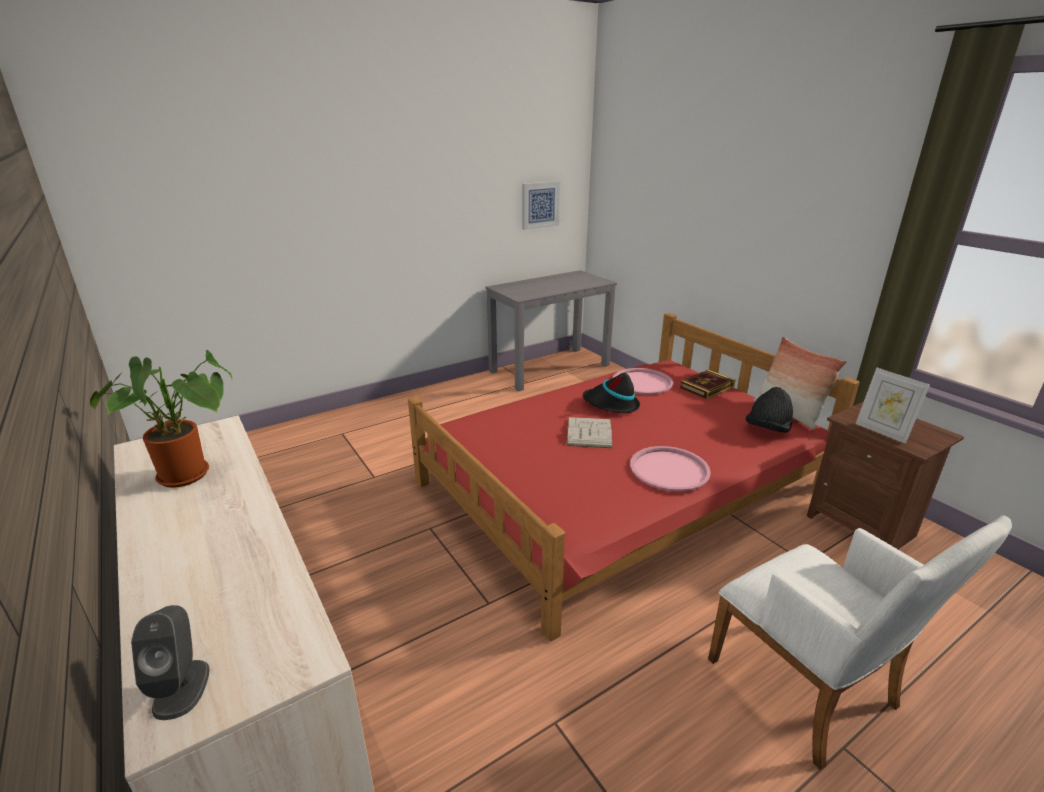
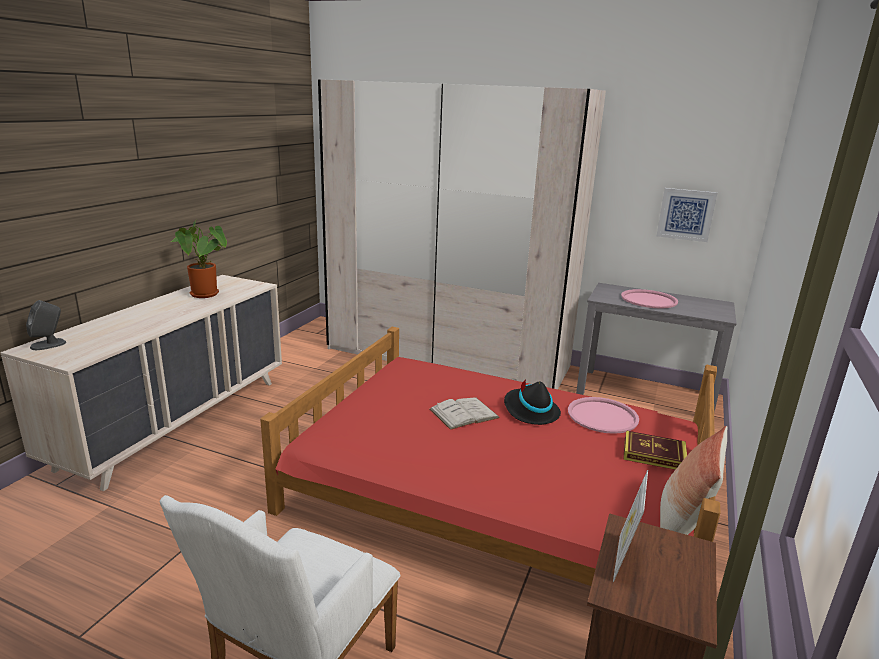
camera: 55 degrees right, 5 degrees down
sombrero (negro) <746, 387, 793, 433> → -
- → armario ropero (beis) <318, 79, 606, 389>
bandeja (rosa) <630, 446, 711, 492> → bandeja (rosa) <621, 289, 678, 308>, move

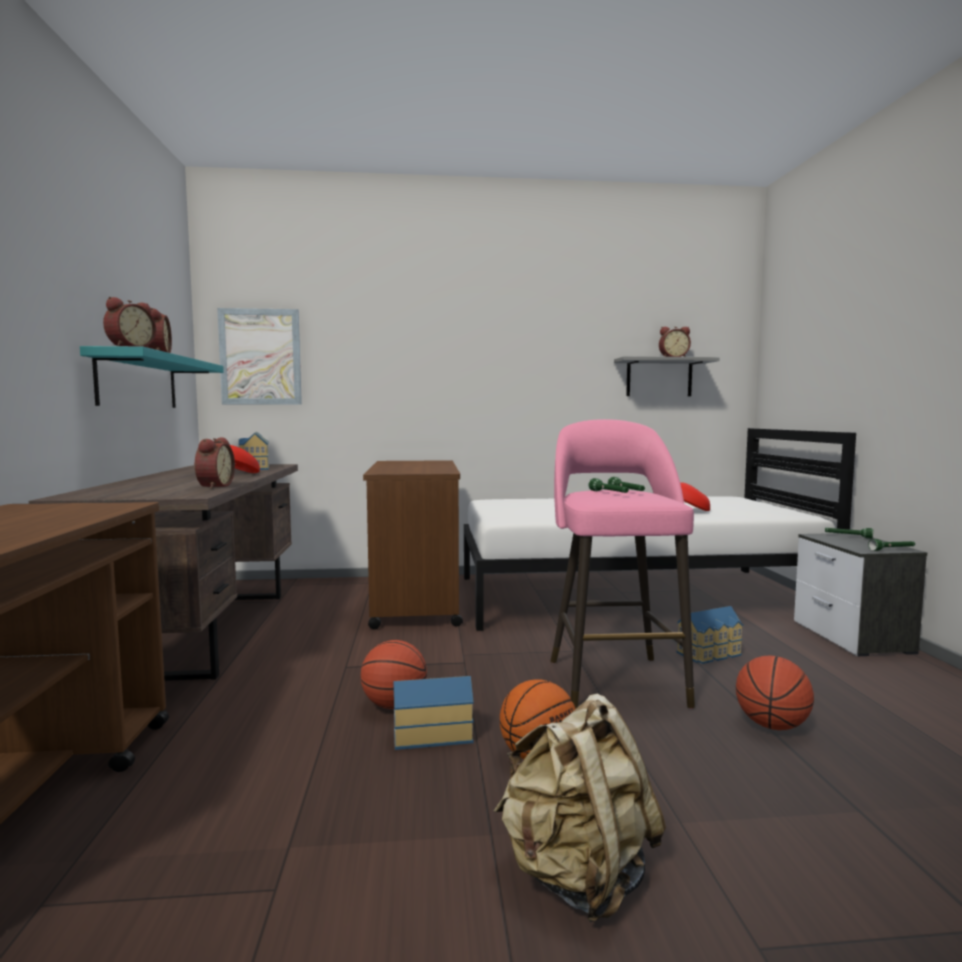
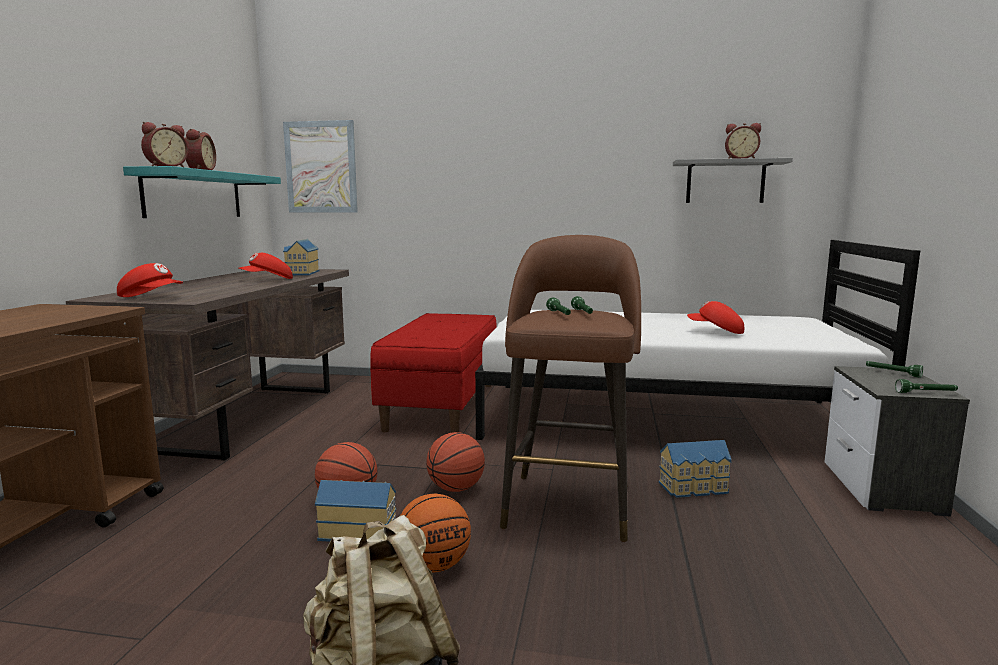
camera: 15 degrees right, 5 degrees up
despertador <194, 437, 235, 489> → -
- → gorra (rojo) <117, 263, 183, 297>
balón de baloncesto <736, 655, 814, 730> → balón de baloncesto <426, 432, 485, 492>, move
carrito (marrón) <363, 460, 463, 629> → banco (rojo) <370, 313, 497, 433>
taburete (rosa) <550, 419, 695, 709> → taburete (marrón) <500, 235, 641, 542>

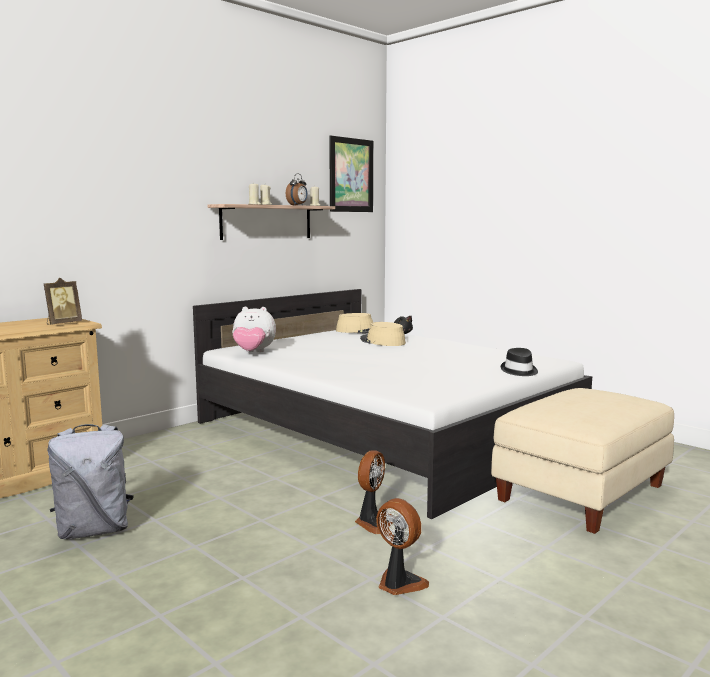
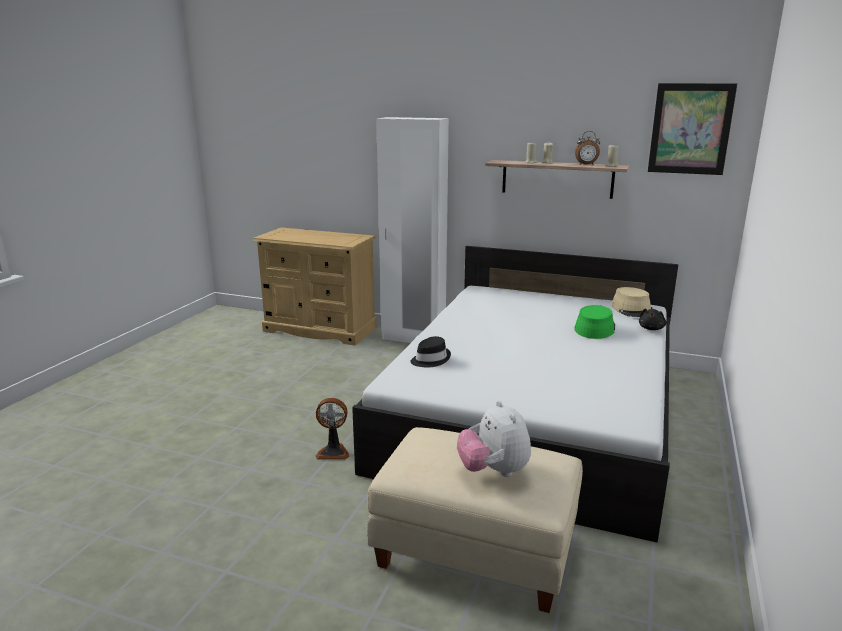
camera: 65 degrees right, 10 degrees up
portarretratos <44, 278, 82, 325> → -
mochila (gris) <47, 424, 134, 539> → -
ventilador <376, 498, 429, 595> → -
- → armario ropero (blanco) <376, 117, 449, 343>
peluche <232, 307, 276, 352> → peluche <457, 401, 531, 477>, move
sombrero (negro) <501, 348, 538, 376> → sombrero (negro) <410, 336, 451, 367>, move
sombrero (beis) <360, 322, 406, 346> → sombrero (verde) <575, 305, 615, 339>

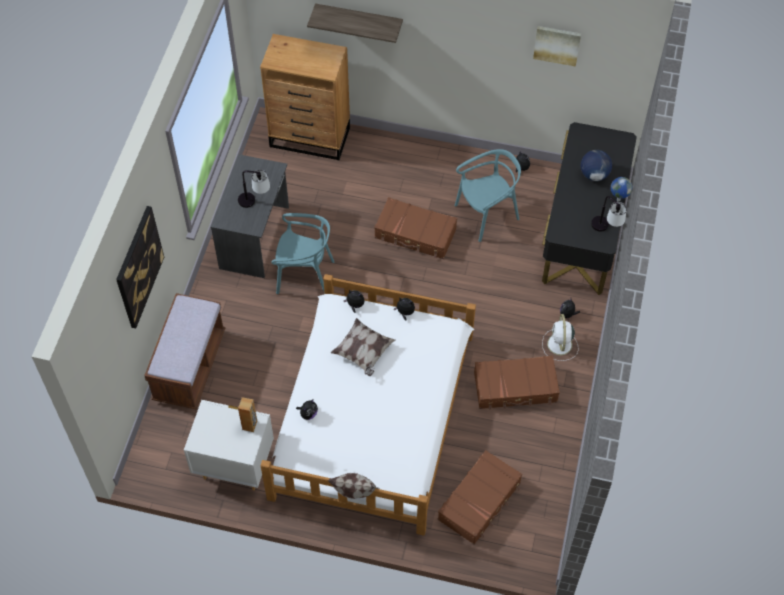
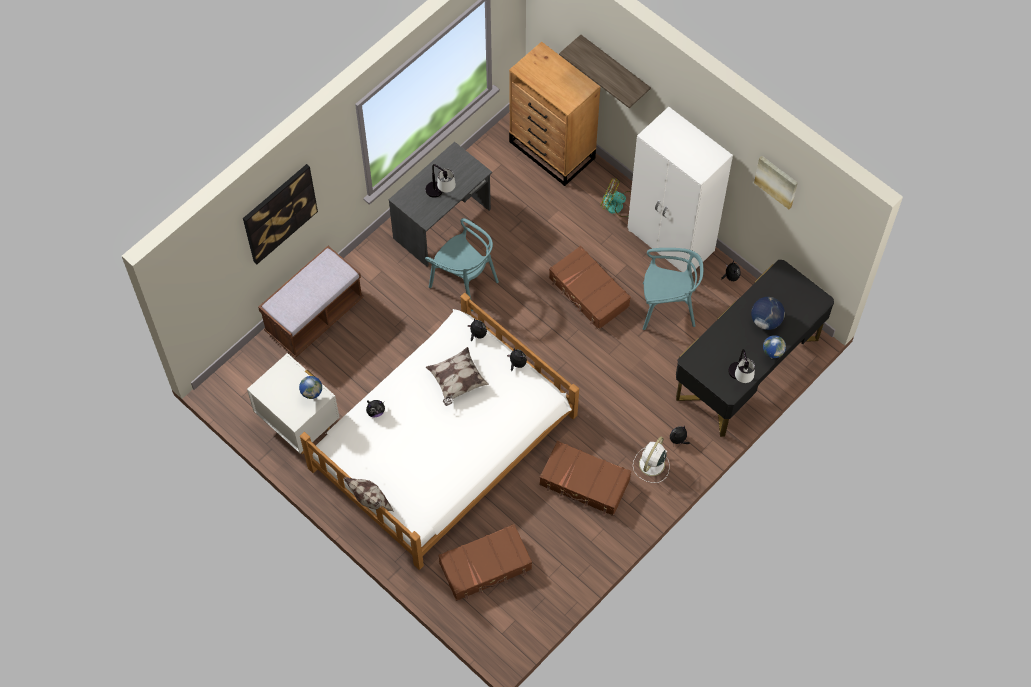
camera: 30 degrees right, 5 degrees up
- → ventilador <600, 178, 631, 217>
- → armario ropero (blanco) <627, 107, 733, 272>
altavoz (marrón) <238, 397, 257, 432> → globo terráqueo <299, 376, 322, 399>

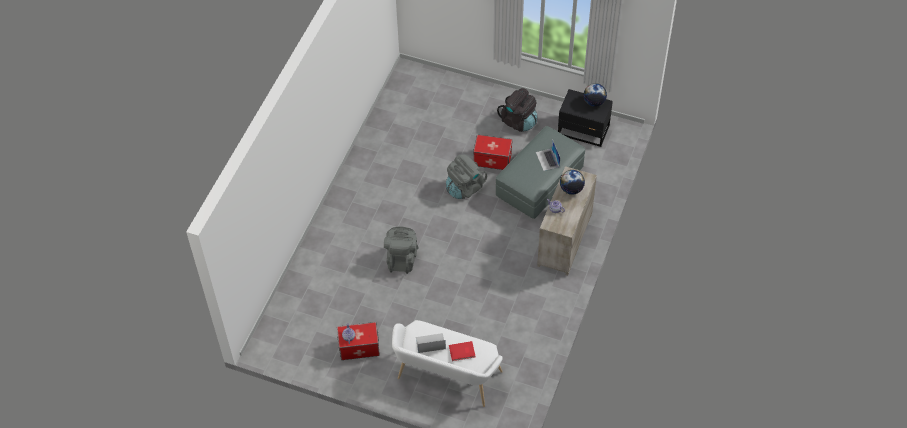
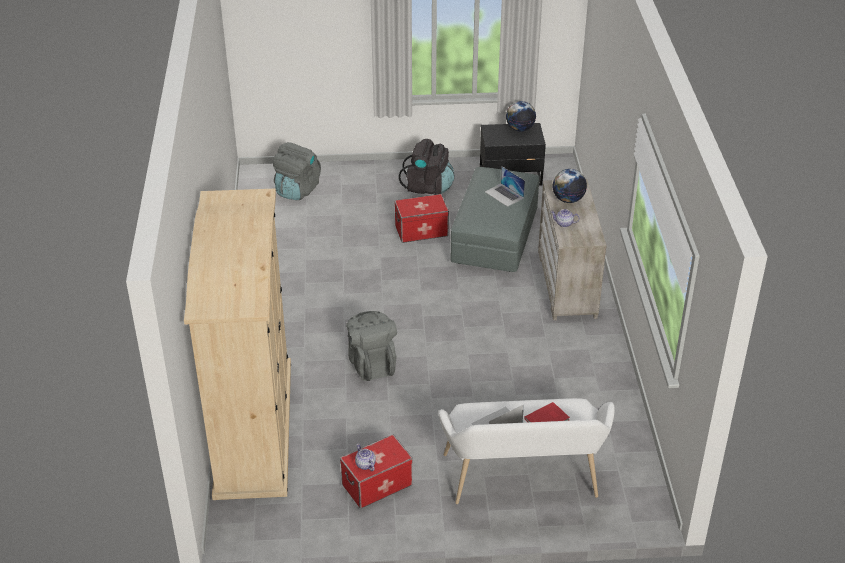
camera: 25 degrees left, 15 degrees down
- → armario ropero (beis) <184, 189, 291, 500>
mochila (gris) <446, 155, 487, 199> → mochila (gris) <273, 142, 321, 200>, move

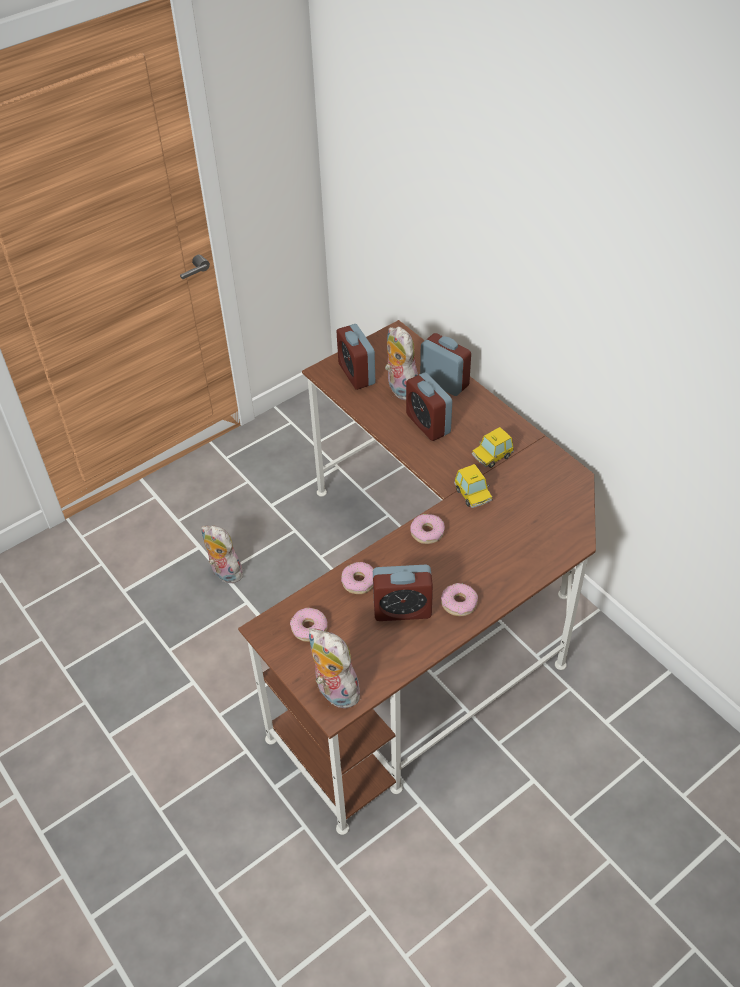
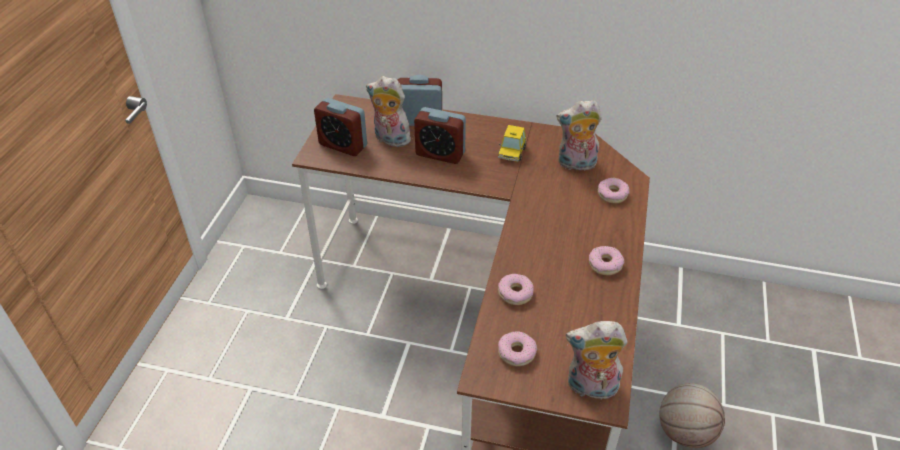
camera: 40 degrees left, 5 degrees down
despertador <373, 565, 433, 621> → -
coche de juguete <454, 464, 492, 508> → -
- → balón de baloncesto <659, 383, 725, 448>
peluche <201, 526, 244, 583> → peluche <557, 100, 602, 173>, move
rosquilla <411, 514, 445, 544> → rosquilla <597, 178, 630, 203>, move

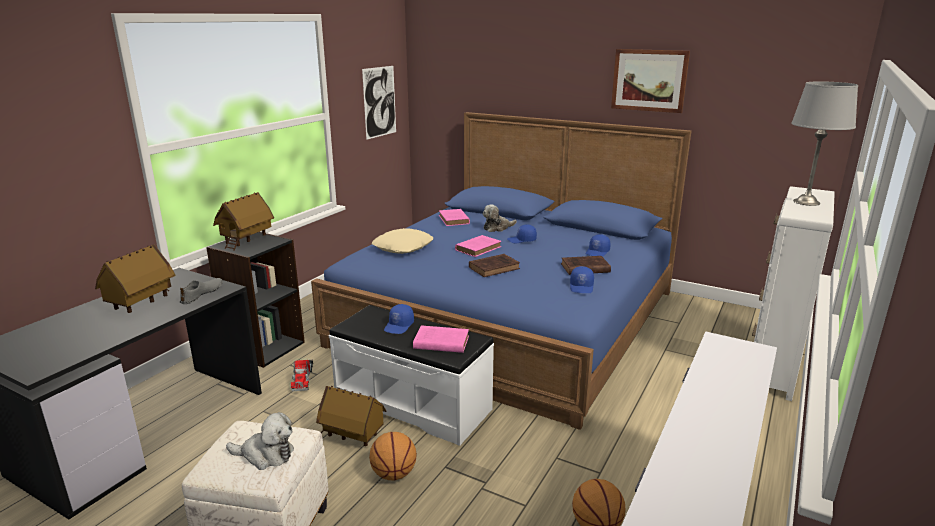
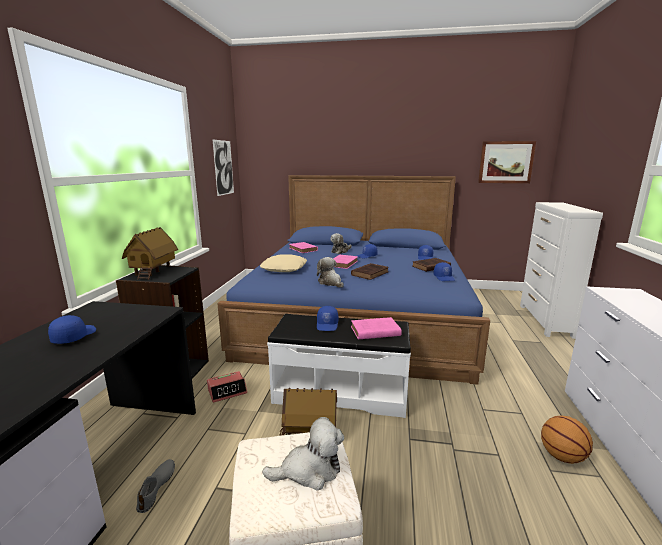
camera: 20 degrees left, 5 degrees down
balón de baloncesto <369, 432, 417, 480> → -
lámpara de mesa (gris) <791, 81, 858, 206> → -
- → peluche <317, 257, 344, 288>
zapato (gris) <180, 278, 223, 304> → zapato (gris) <136, 459, 175, 513>, move
cuadro <611, 49, 690, 113> → cuadro <478, 141, 536, 183>, move
casita <95, 244, 175, 313> → gorra (azul) <48, 315, 96, 344>
camión de juguete <291, 360, 313, 391> → despertador <207, 371, 247, 403>

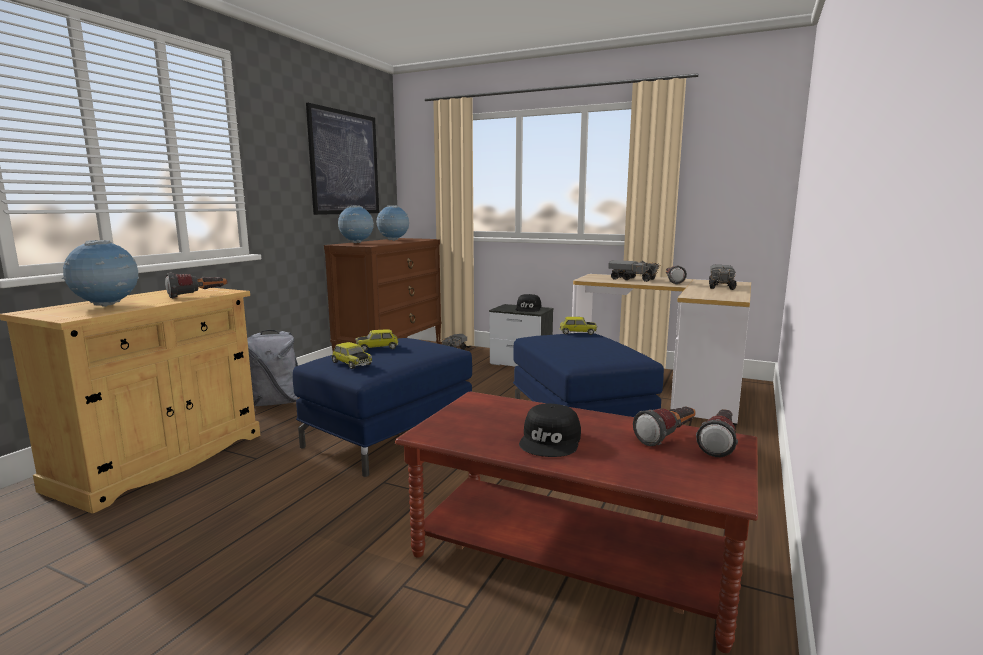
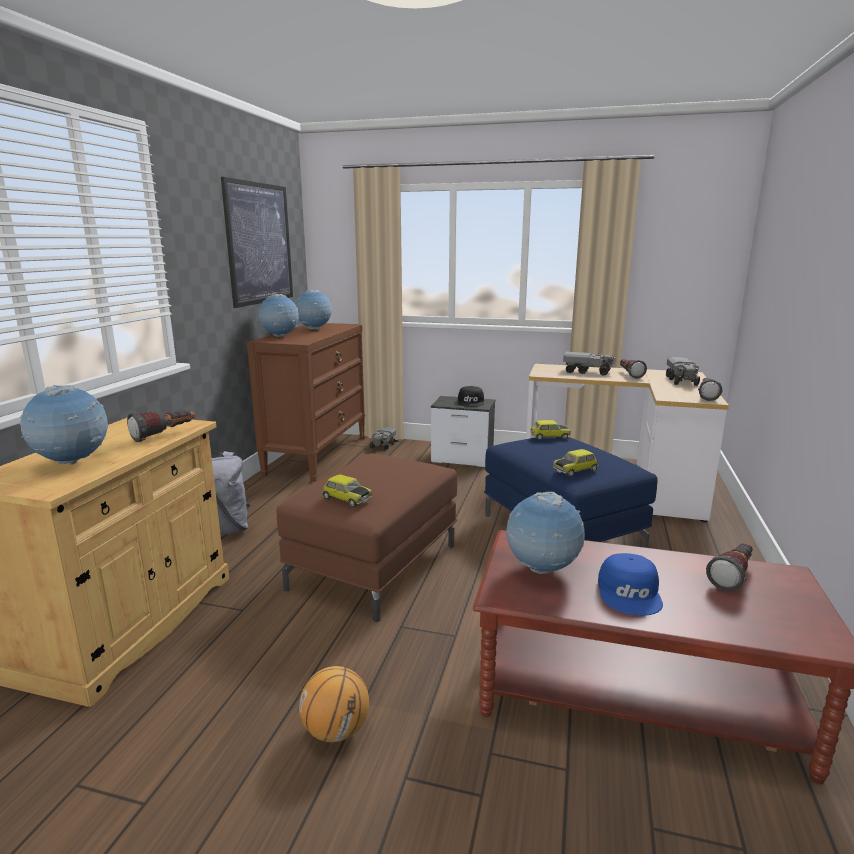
camera: 10 degrees left, 5 degrees up
- → balón de baloncesto <299, 666, 369, 742>
- → globo terráqueo <507, 492, 585, 574>
coche de juguete <355, 329, 398, 352> → coche de juguete <553, 449, 598, 477>, move
linterna <696, 409, 738, 457> → linterna <698, 378, 723, 401>, move
puf (azul) <293, 338, 472, 477> → puf (marrón) <276, 453, 457, 622>
gorra (negro) <519, 404, 581, 457> → gorra (azul) <598, 553, 663, 616>

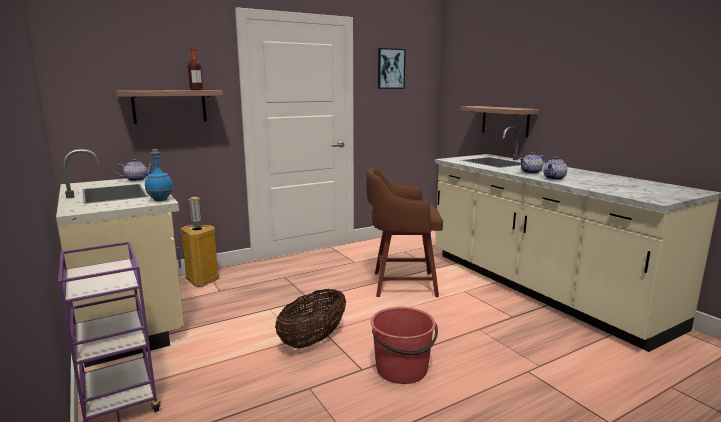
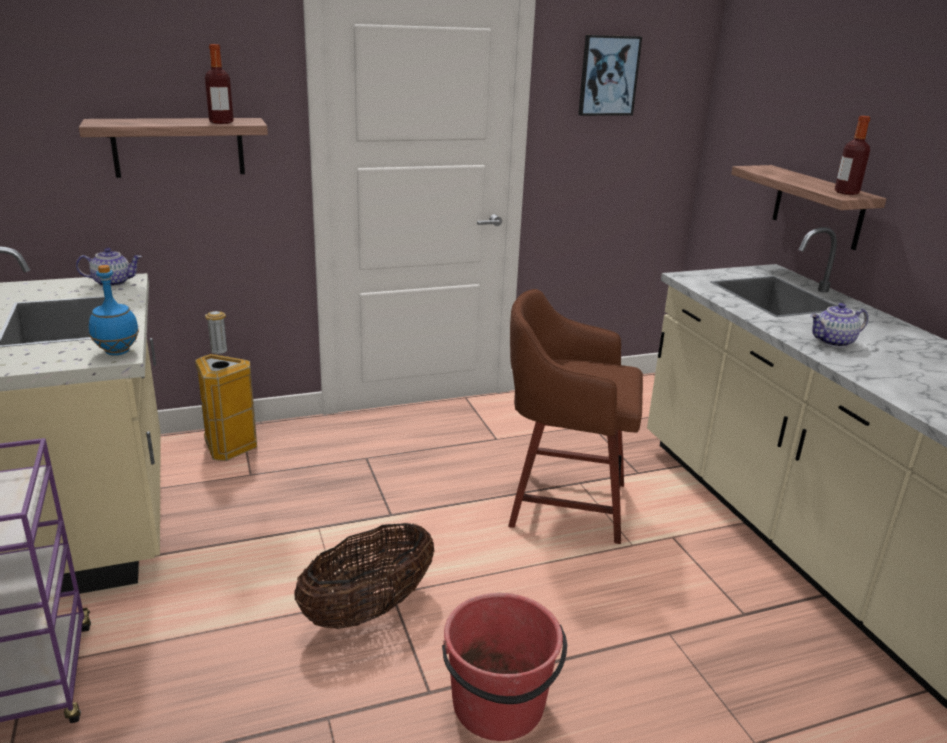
camera: 10 degrees right, 10 degrees up
tetera <543, 157, 567, 180> → -
- → botella <835, 116, 870, 195>

